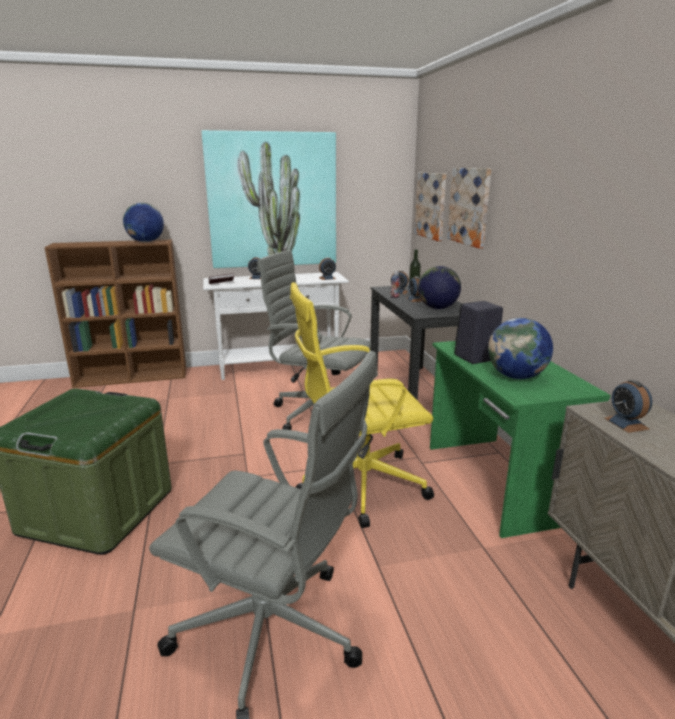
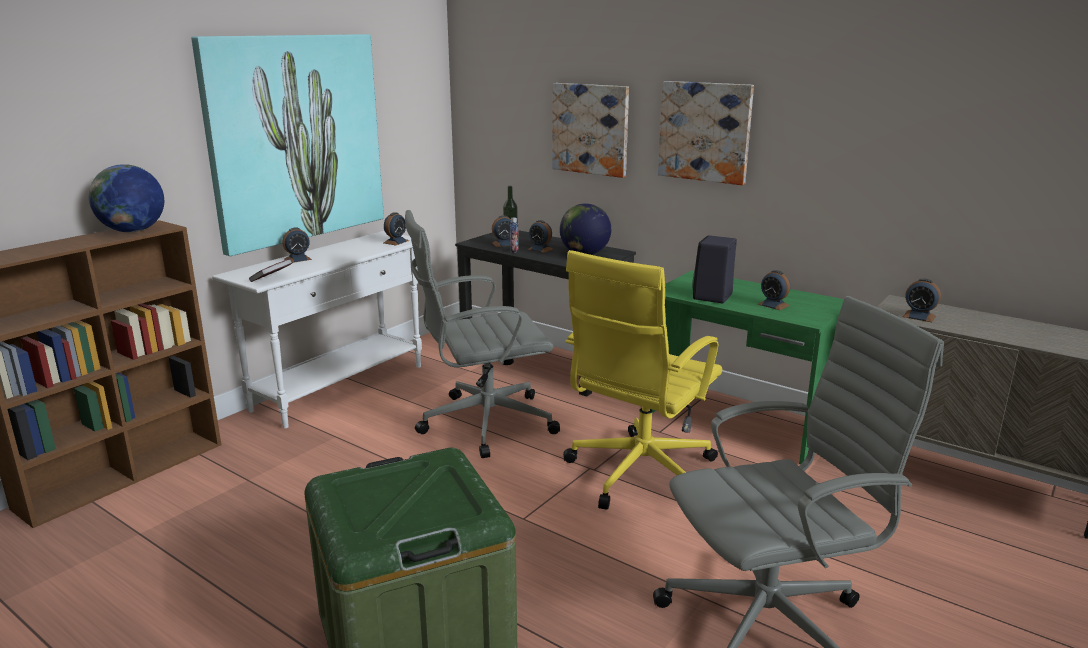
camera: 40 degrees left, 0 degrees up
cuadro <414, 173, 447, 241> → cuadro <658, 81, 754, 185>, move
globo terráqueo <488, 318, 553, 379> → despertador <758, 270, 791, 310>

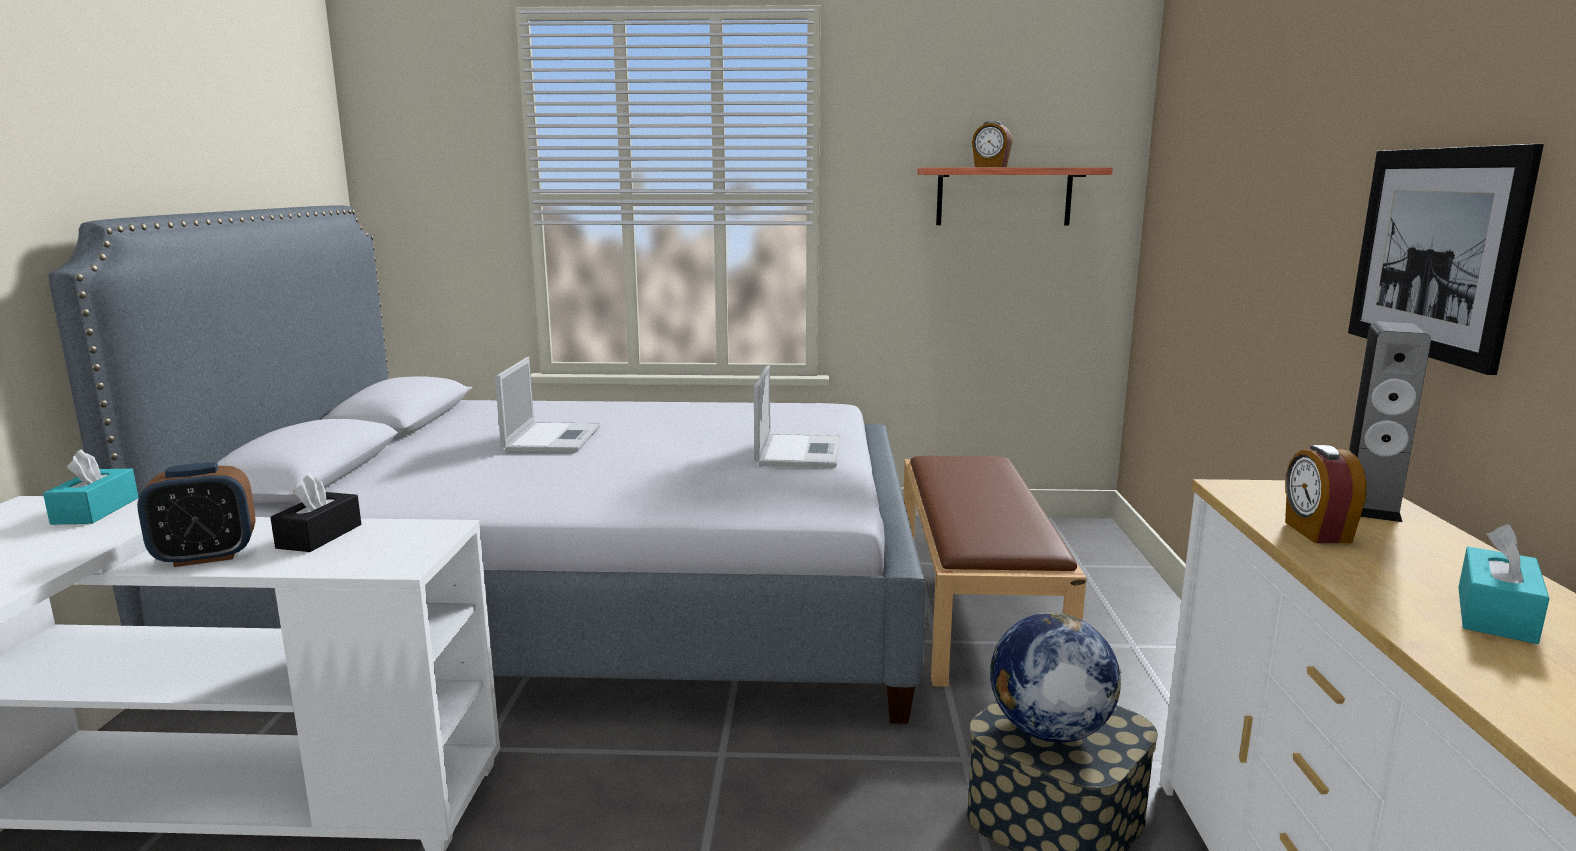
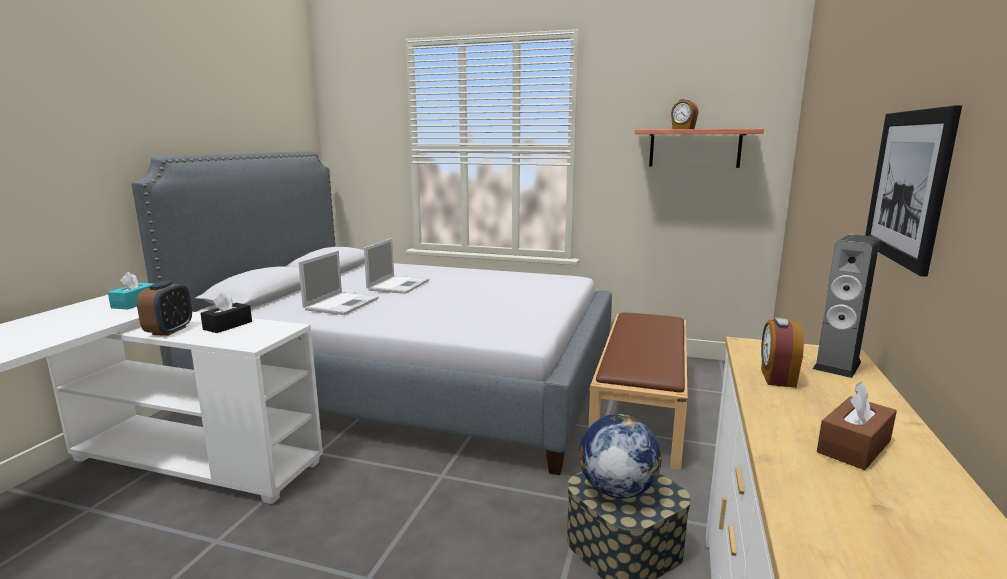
camera: 15 degrees right, 0 degrees up
portátil <754, 365, 840, 468> → portátil <298, 250, 379, 315>, move
caja de pañuelos (turquesa) <1458, 524, 1550, 644> → caja de pañuelos (marrón) <817, 382, 897, 470>
despertador <137, 462, 256, 567> → despertador <137, 281, 192, 336>, 75 degrees counterclockwise

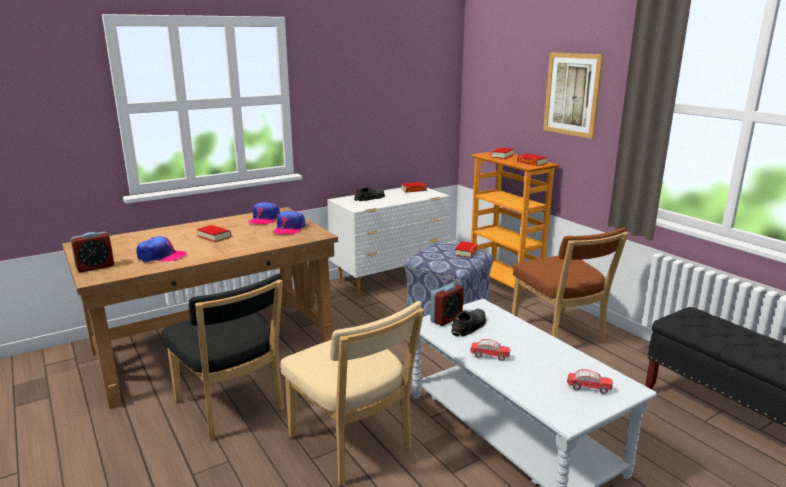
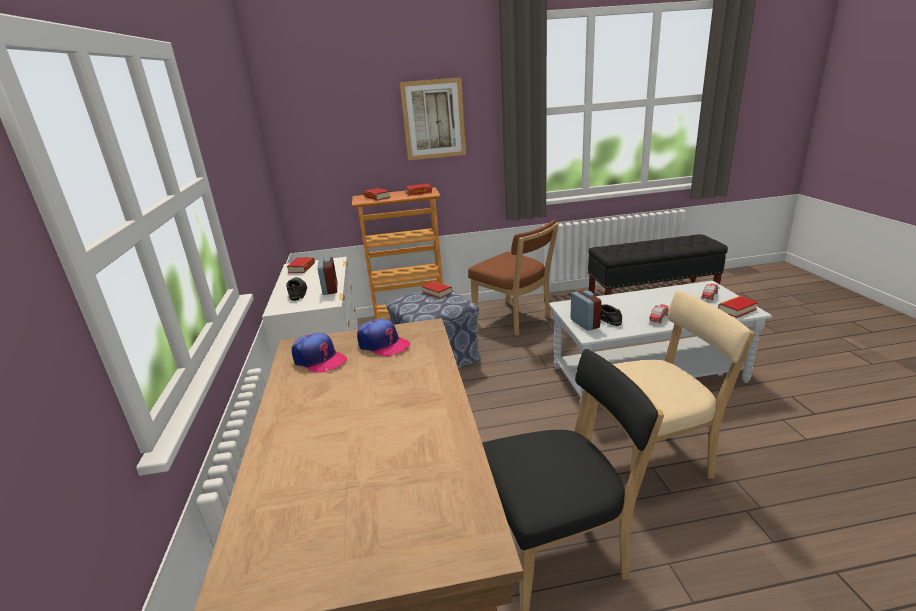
camera: 65 degrees left, 5 degrees up
gorra <137, 236, 186, 262> → -
despertador <71, 232, 114, 272> → despertador <318, 257, 337, 295>, move
libro <197, 225, 231, 242> → libro <718, 296, 758, 318>, move
silla (marrón) <512, 227, 628, 342> → silla (marrón) <468, 219, 559, 336>, 45 degrees clockwise

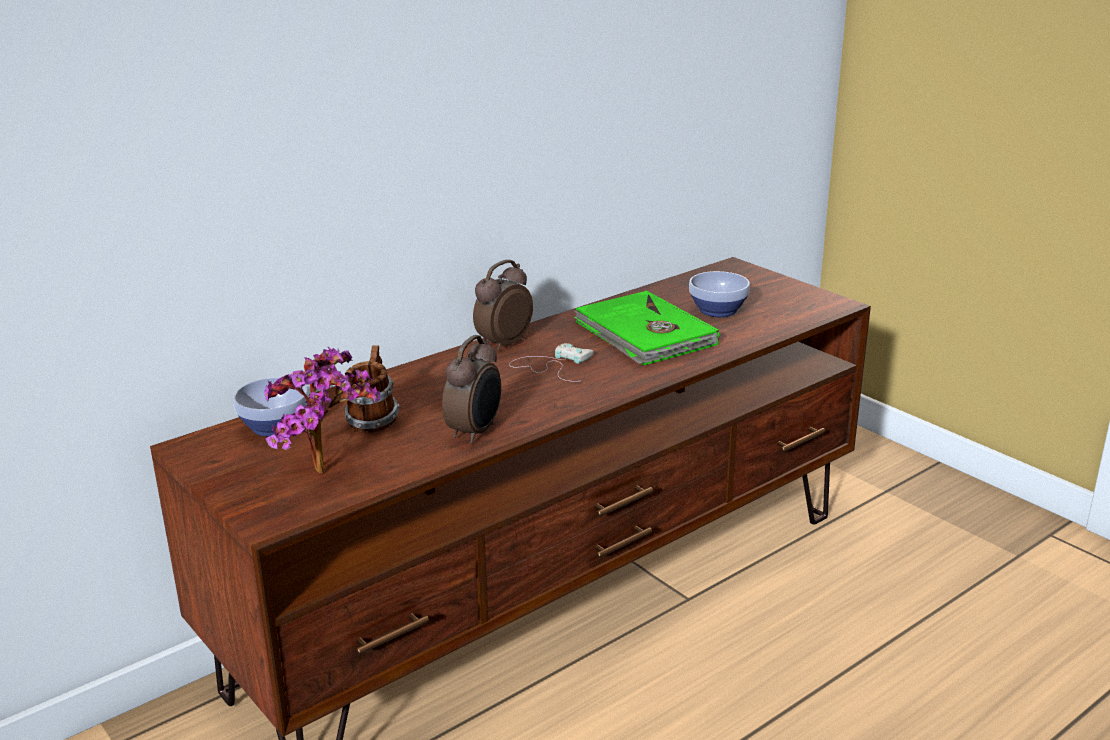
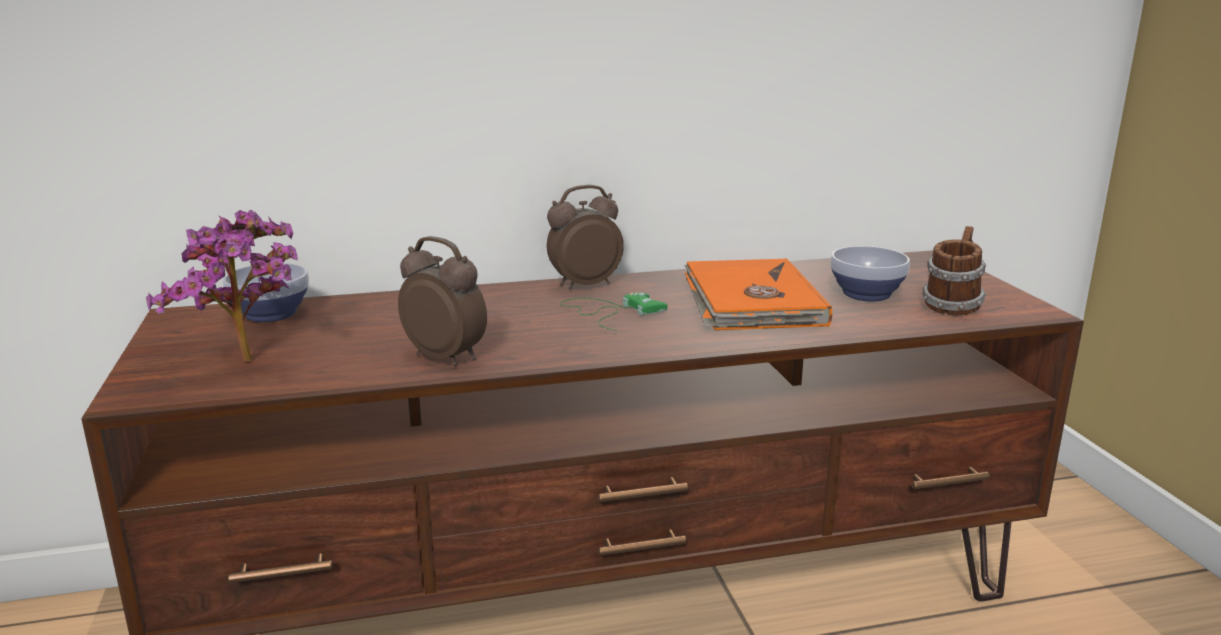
camera: 25 degrees right, 5 degrees down
taza grande <344, 345, 400, 432> → taza grande <923, 226, 986, 316>, move
mando de consola (blanco) <509, 343, 594, 382> → mando de consola (verde) <560, 292, 667, 331>
libro (verde) <574, 290, 720, 365> → libro (naranja) <684, 258, 832, 330>
despertador <442, 335, 501, 444> → despertador <398, 236, 487, 366>, 105 degrees counterclockwise

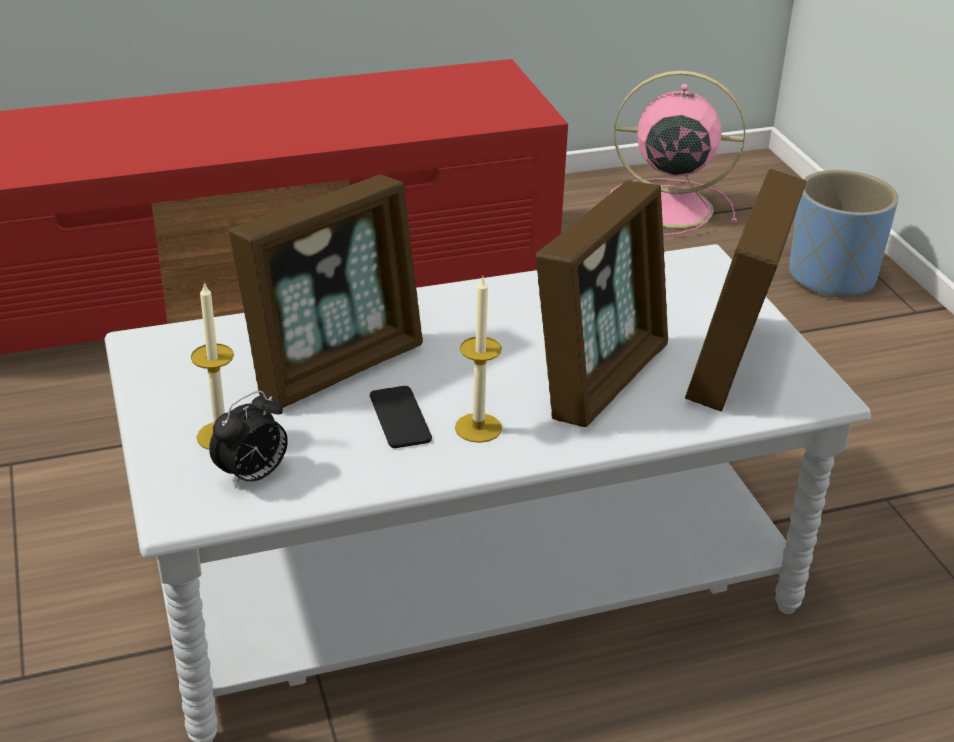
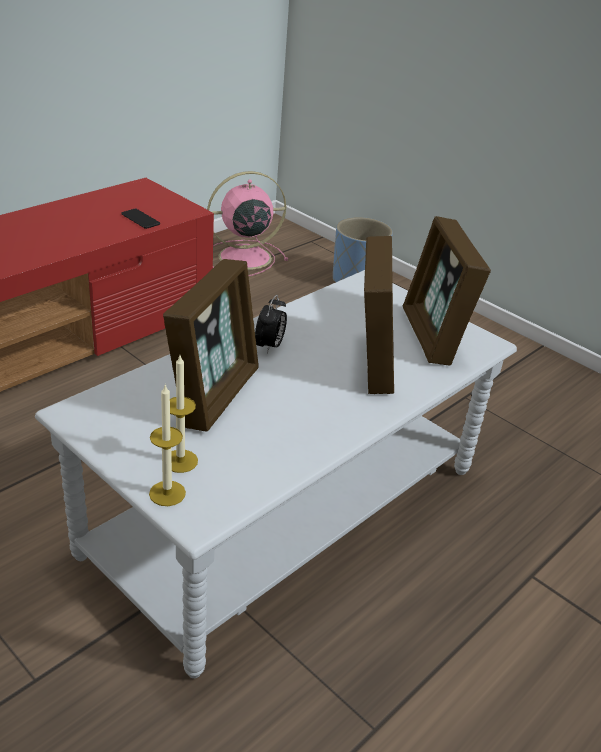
camera: 30 degrees left, 0 degrees up
despertador <209, 391, 288, 489> → despertador <255, 295, 287, 354>, move
móvil <370, 386, 432, 448> → móvil <121, 209, 160, 229>, move
vela <455, 277, 502, 443> → vela <149, 384, 186, 506>, move

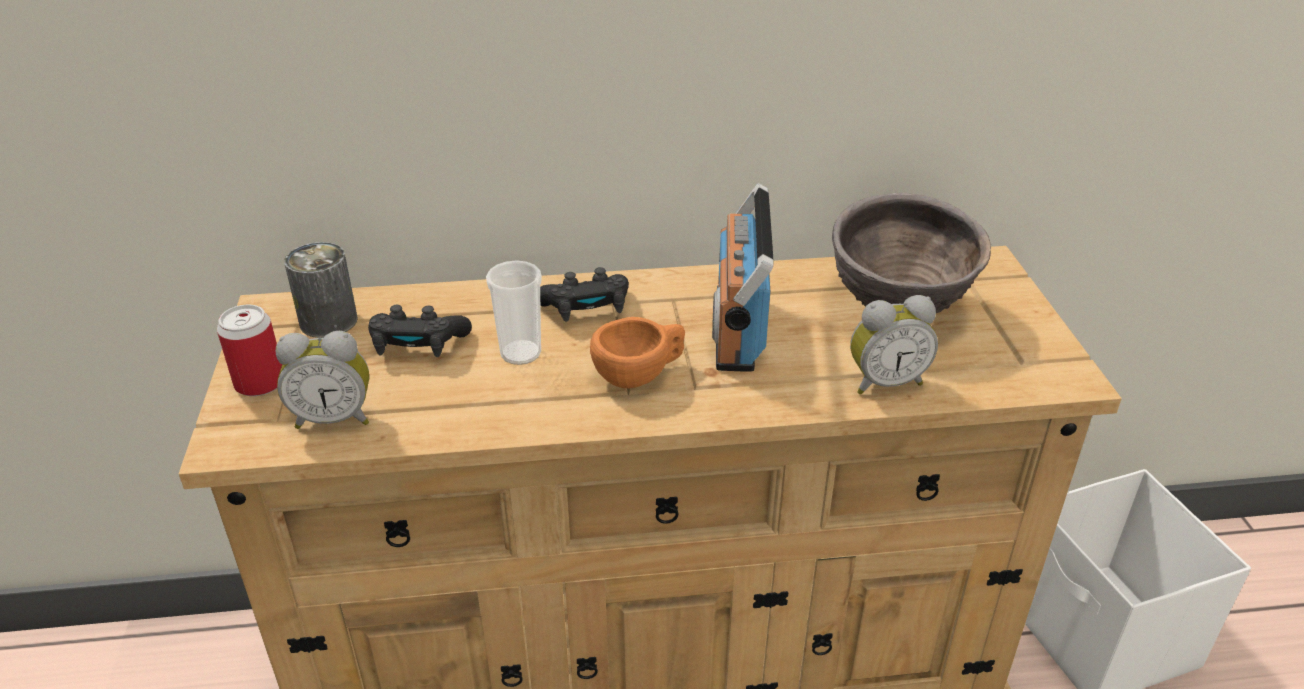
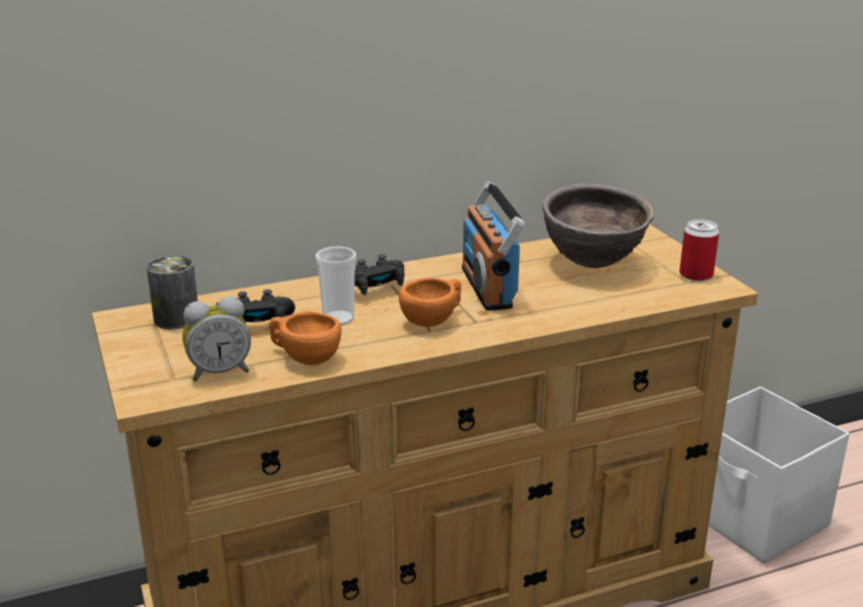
camera: 15 degrees left, 10 degrees down
despertador <850, 295, 938, 395> → -
- → taza (naranja) <269, 311, 342, 366>
lata <217, 305, 282, 396> → lata <679, 219, 719, 281>, move

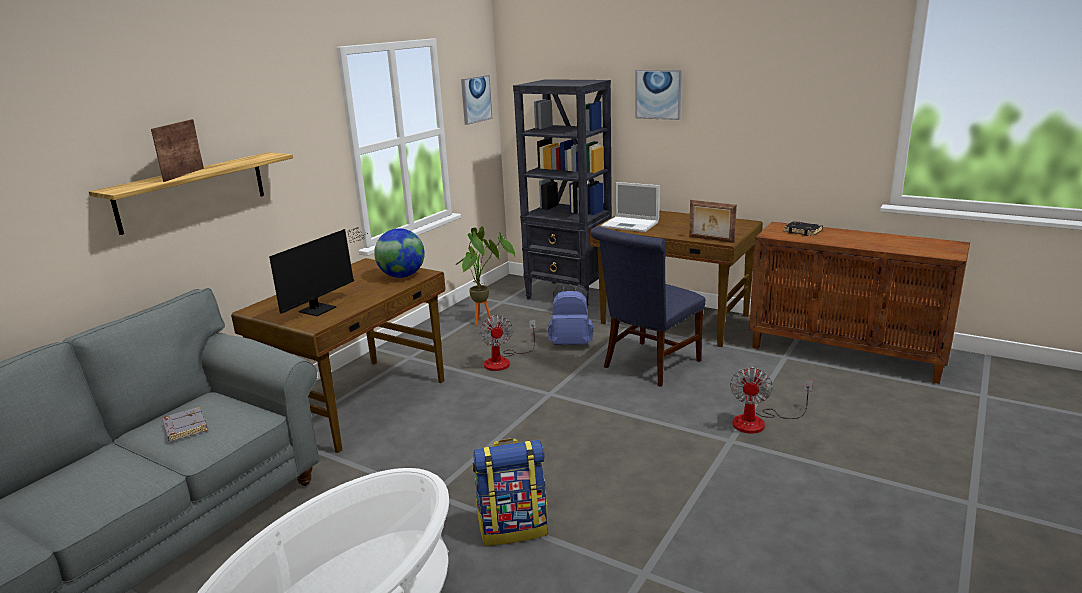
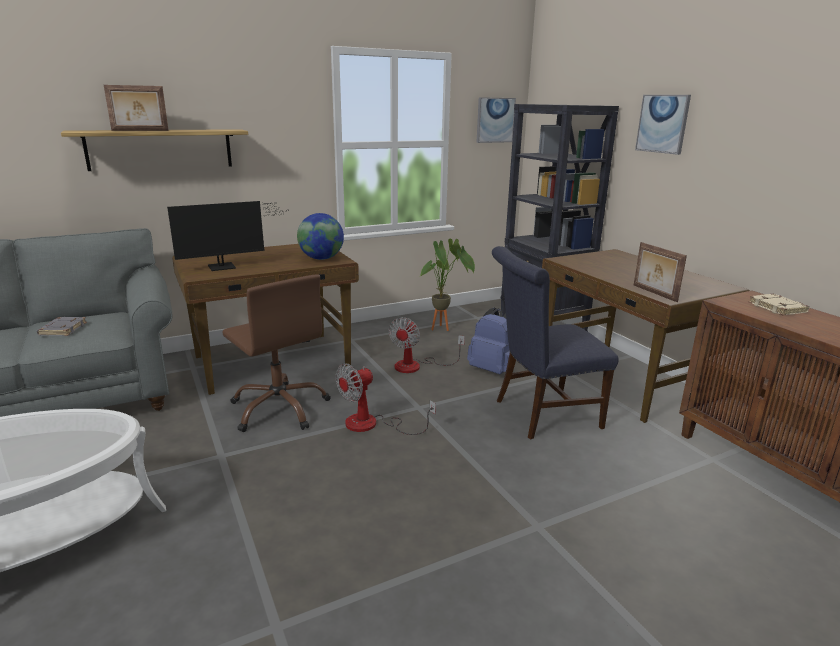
camera: 30 degrees right, 0 degrees up
mochila <473, 438, 548, 546> → -
portátil <601, 182, 660, 232> → -
- → silla de oficina (marrón) <222, 274, 331, 432>
ventilador <730, 366, 813, 434> → ventilador <335, 363, 436, 435>, move
libro (negro) <783, 221, 823, 236> → libro (beis) <749, 294, 810, 316>
portarretratos <151, 119, 204, 182> → portarretratos <104, 85, 169, 131>, 150 degrees counterclockwise

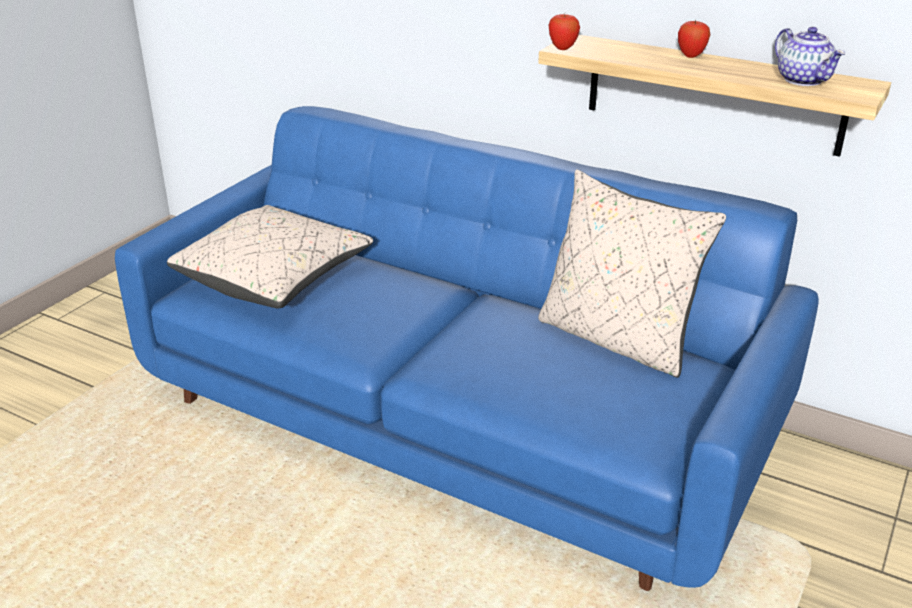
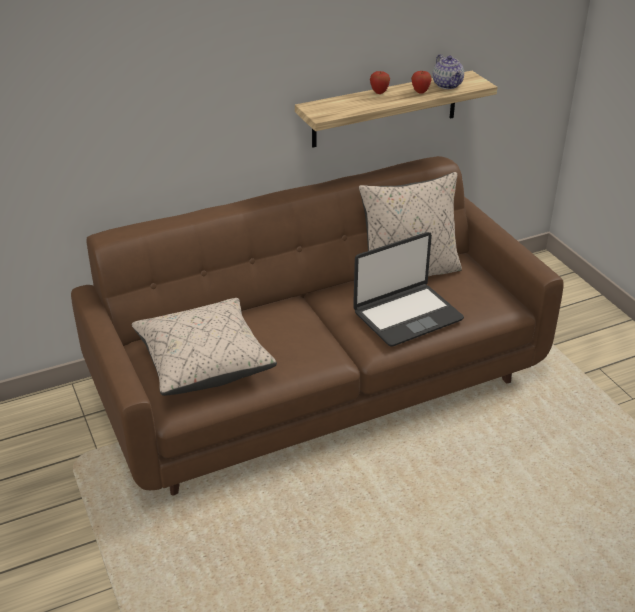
camera: 55 degrees left, 5 degrees up
- → portátil <353, 232, 464, 346>
manzana <549, 13, 580, 50> → manzana <411, 71, 432, 94>, move
sofá (azul) <115, 106, 819, 591> → sofá (marrón) <71, 156, 564, 496>
tetera <775, 27, 845, 86> → tetera <433, 54, 464, 89>, 60 degrees clockwise

